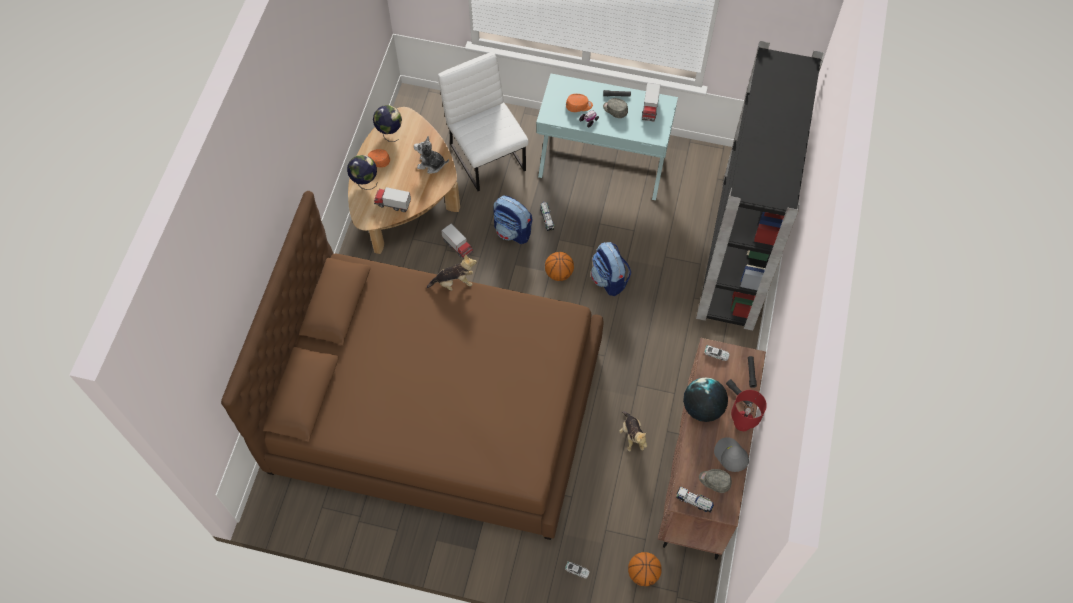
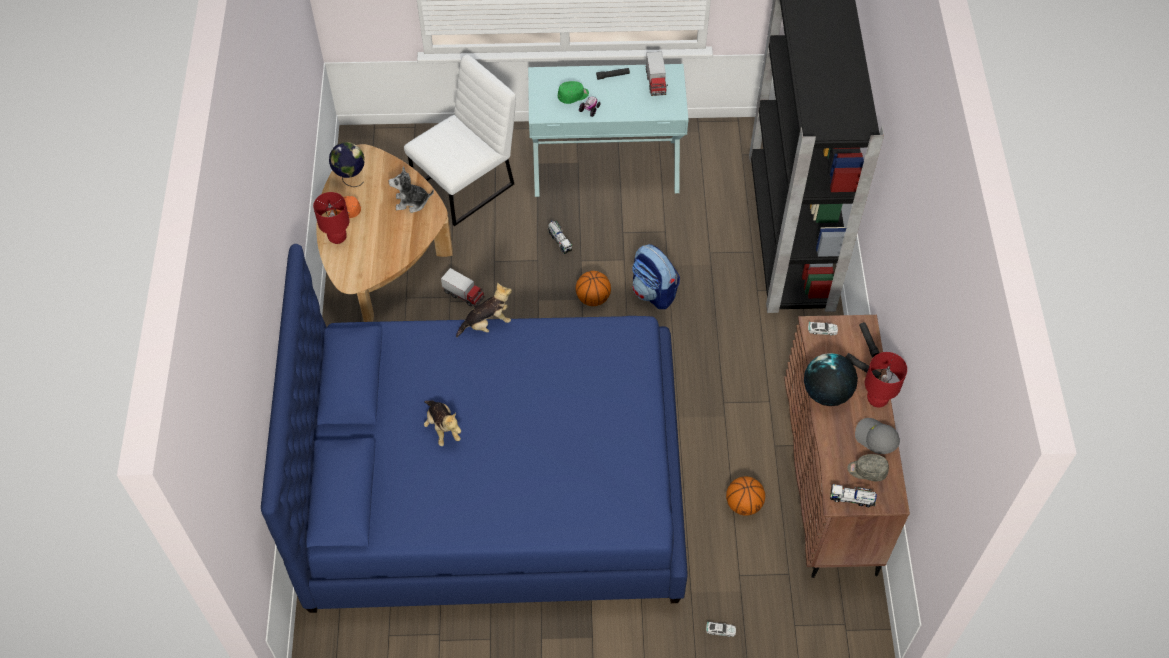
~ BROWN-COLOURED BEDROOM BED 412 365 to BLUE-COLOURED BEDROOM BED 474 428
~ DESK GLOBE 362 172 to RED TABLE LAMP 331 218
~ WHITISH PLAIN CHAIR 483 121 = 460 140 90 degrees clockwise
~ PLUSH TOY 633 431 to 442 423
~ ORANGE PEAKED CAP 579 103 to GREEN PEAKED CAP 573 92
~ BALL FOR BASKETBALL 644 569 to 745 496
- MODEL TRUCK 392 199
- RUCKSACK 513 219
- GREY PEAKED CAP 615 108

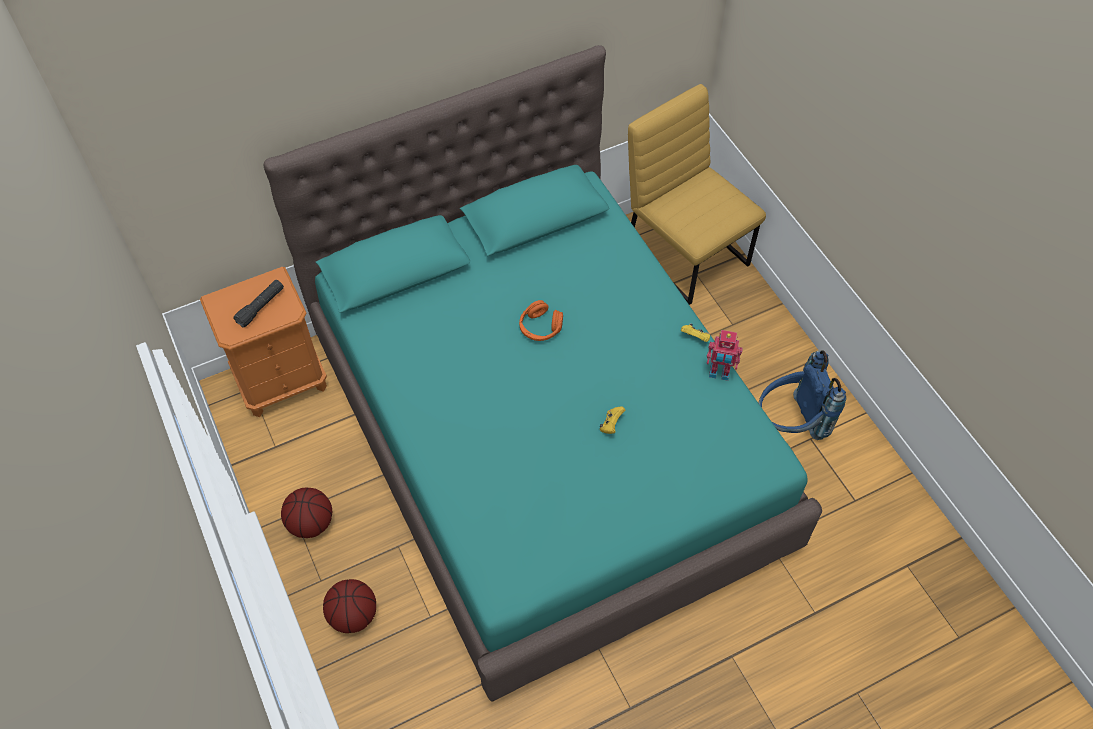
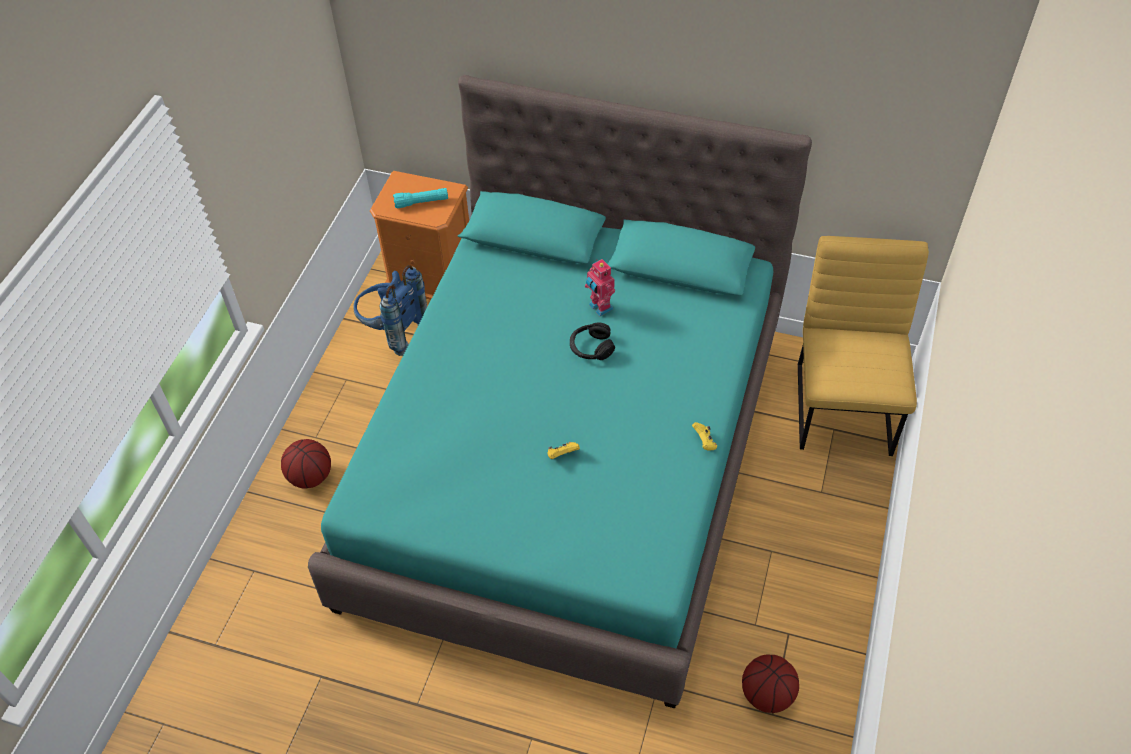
~ BLUE-COLOURED RUCKSACK 802 395 to 390 310
~ BLACK-COLOURED HAND TORCH 258 304 to TURQUOISE HAND TORCH 420 198
~ ORANGE PAIR OF HEADPHONES 541 320 to BLACK-COLOURED PAIR OF HEADPHONES 592 341
~ MODEL ROBOT 725 355 to 600 287
~ BALL FOR BASKETBALL 306 513 to 770 683

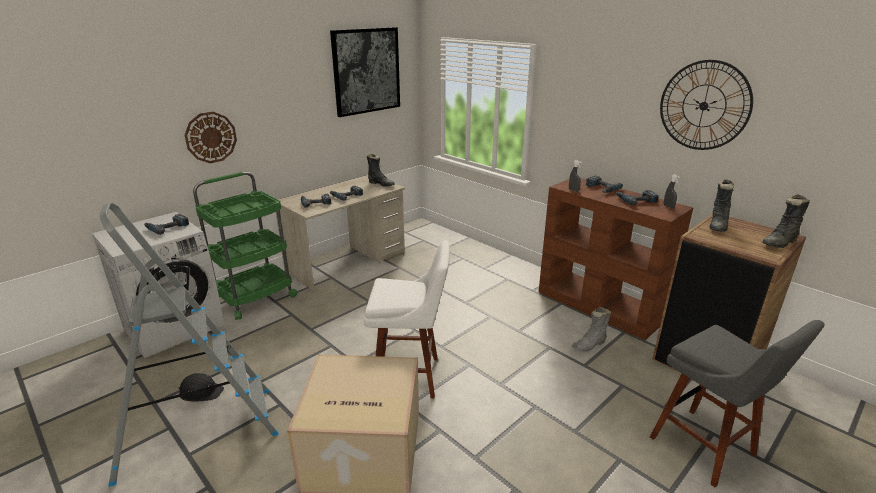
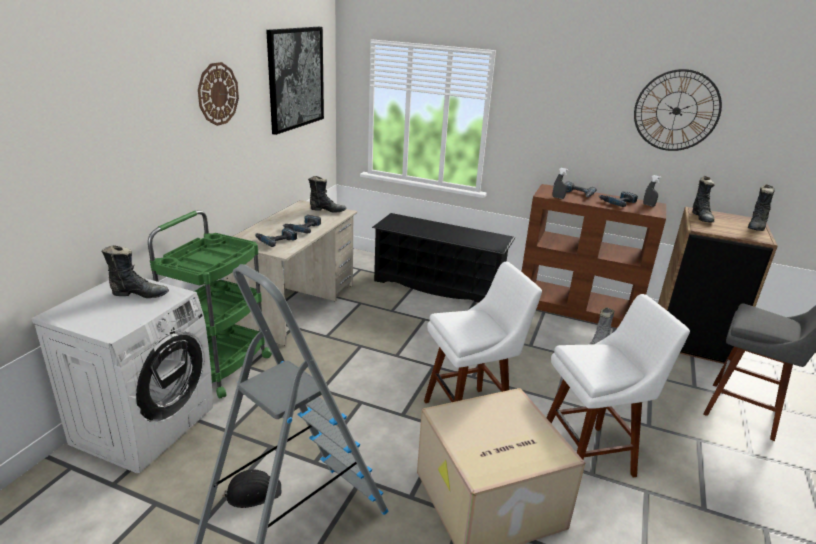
~ DRILL 166 224 to BLACK-COLOURED BOOT 135 271
~ WALL CLOCK 210 137 to 218 94
+ BLACK-COLOURED SHOE RACK 443 257
+ WHITISH STOOL SEAT 618 385

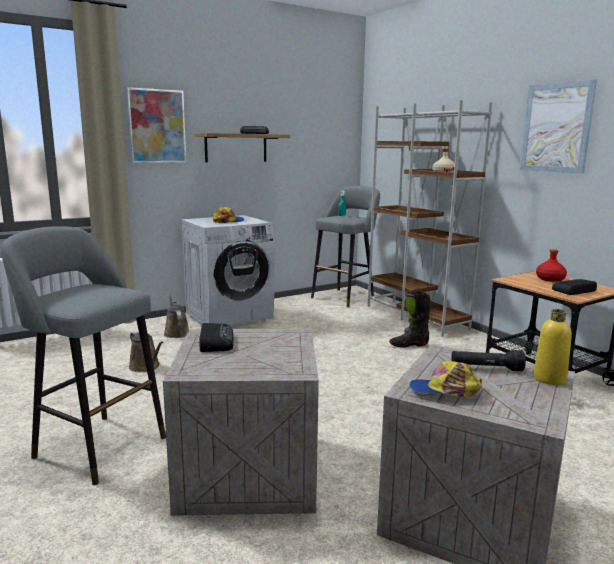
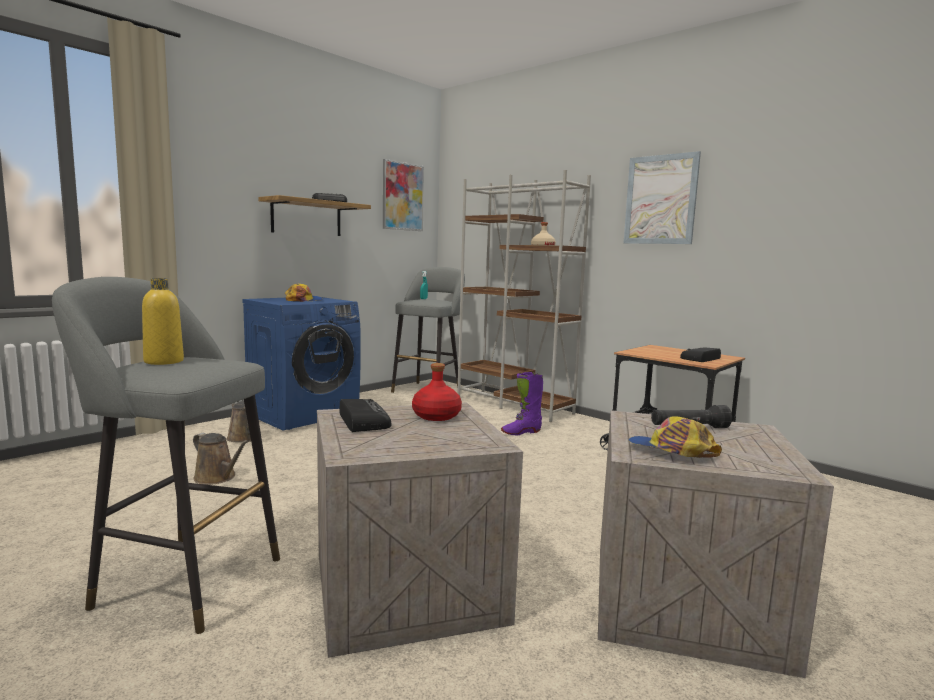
~ YELLOW BOTTLE 552 347 to 163 321
~ WHITISH LAUNDRY APPLIANCE 228 270 to BLUE-COLOURED LAUNDRY APPLIANCE 301 363
~ WALL ART 156 125 to 403 195
~ RED BOTTLE 551 265 to 437 392
~ BLACK-COLOURED BOOT 410 319 to PURPLISH BOOT 522 403
~ PEAKED CAP 445 379 = 675 437 45 degrees clockwise

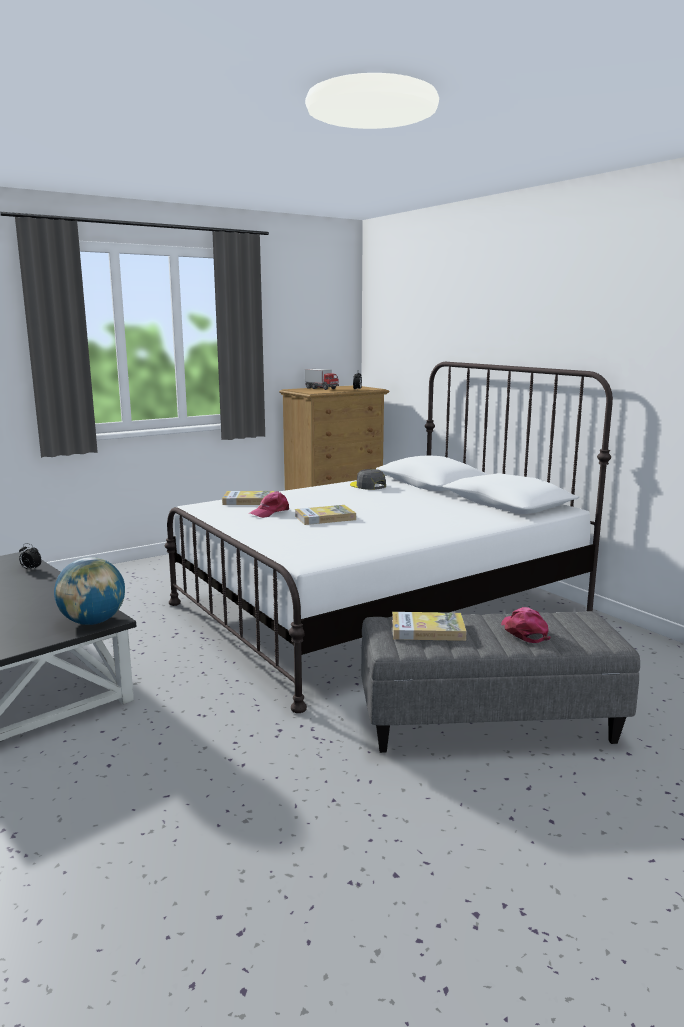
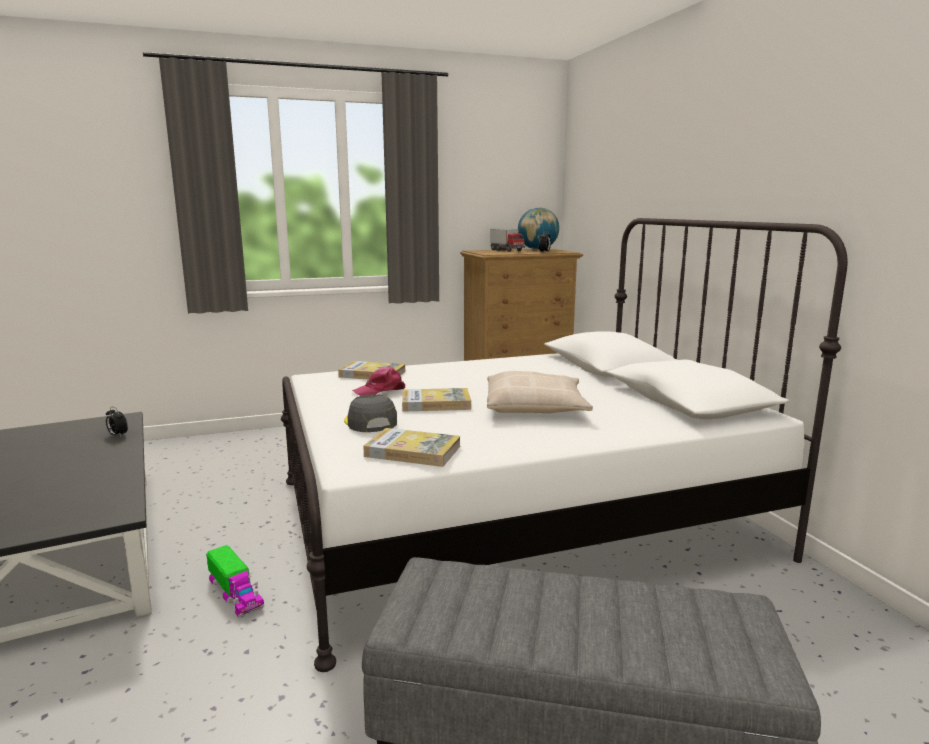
+ MODEL TRUCK 235 581
~ GREY PEAKED CAP 368 479 to 370 413
~ BOOK 429 626 to 411 447
+ SAND-COLOURED THROW PILLOW 540 392
~ DESK GLOBE 89 591 to 538 228
- PINK PEAKED CAP 526 625

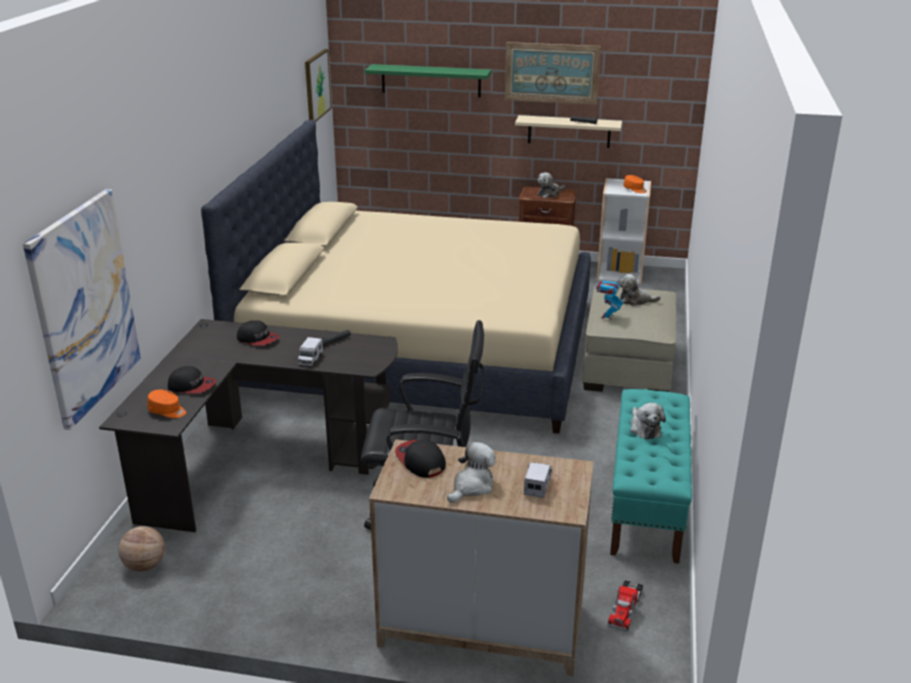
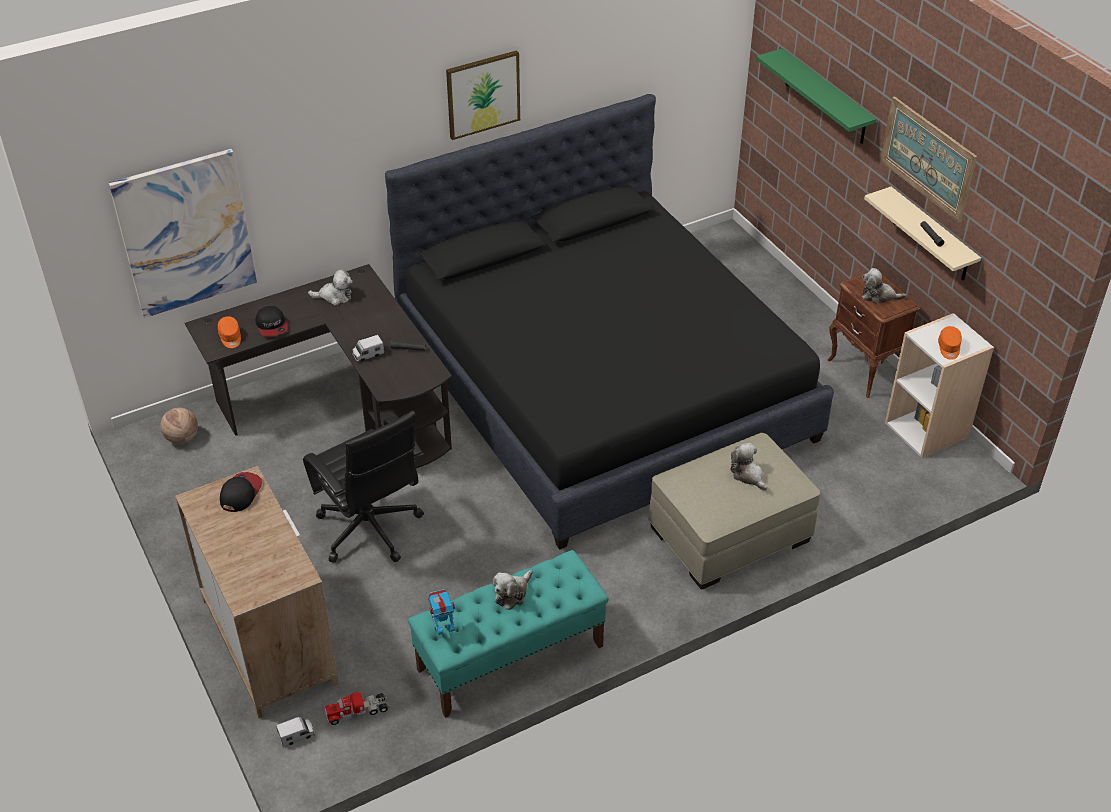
~ MODEL TRUCK 538 480 to 295 732
~ PLUSH TOY 471 472 to 330 287
~ SAND-COLOURED BEDROOM BED 396 277 to BLACK-COLOURED BEDROOM BED 609 322
~ MODEL ROBOT 609 297 to 441 613
~ WALL ART 318 85 to 483 95
- PEAKED CAP 258 333

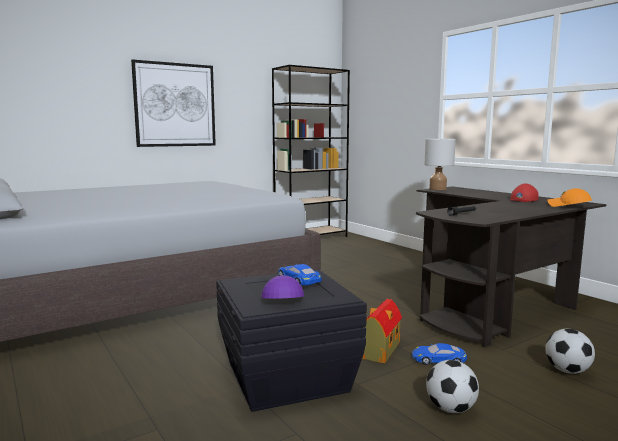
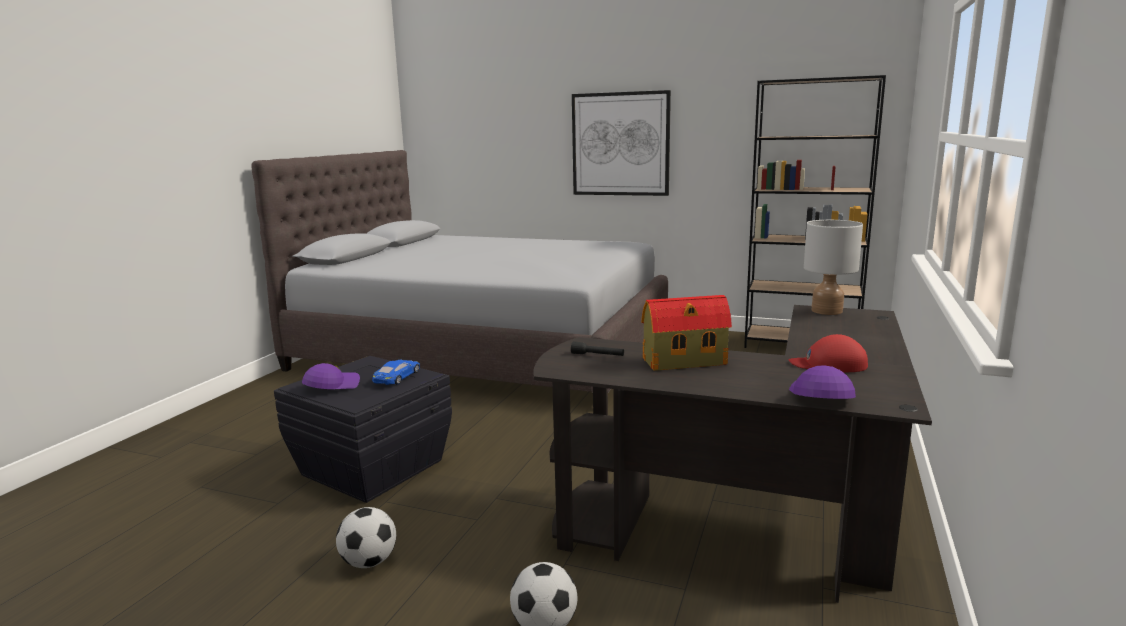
~ MINIATURE HOUSE 382 331 to 686 333
~ ORANGE PEAKED CAP 569 197 to PURPLISH PEAKED CAP 822 382
- BLUE-COLOURED MINIATURE CAR 439 354

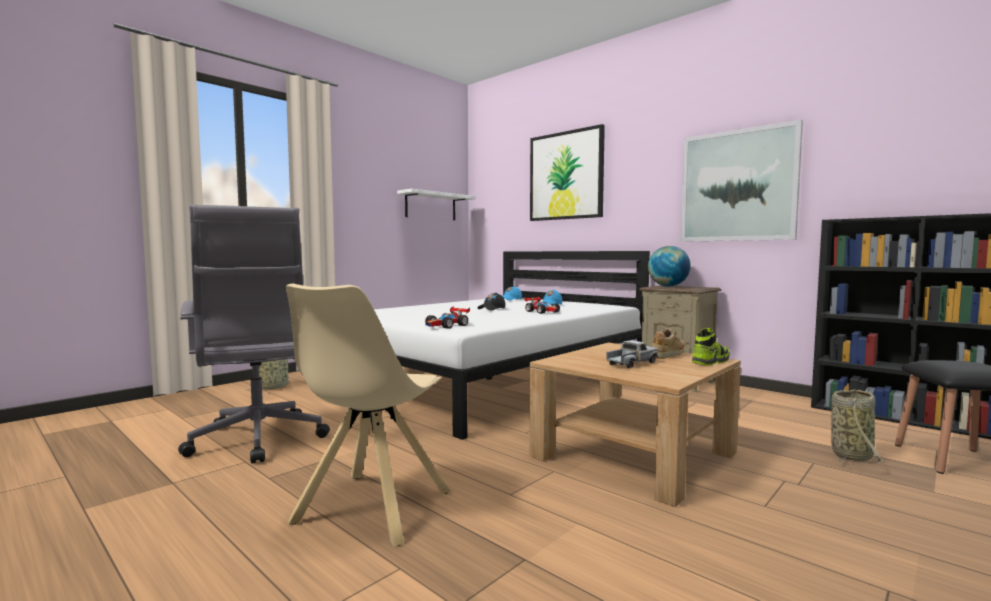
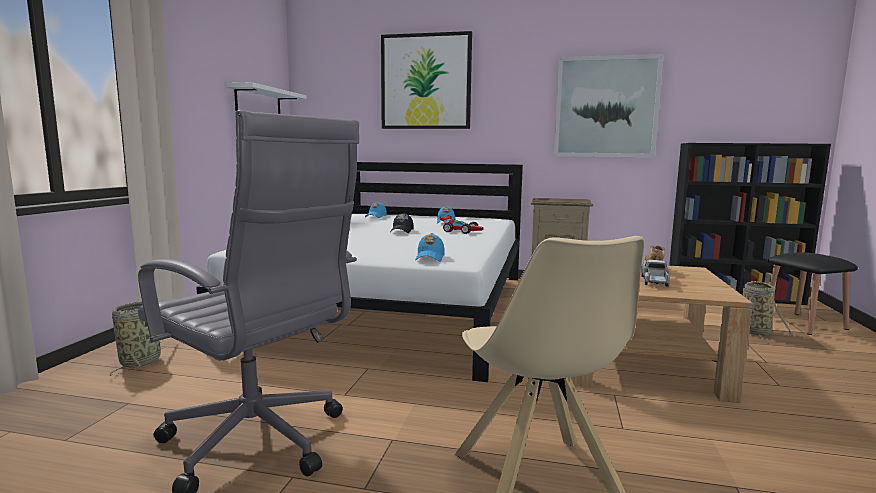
~ MINIATURE CAR 447 317 to BLUE-COLOURED PEAKED CAP 430 247
- DESK GLOBE 669 266
- LOW SHOE 711 346

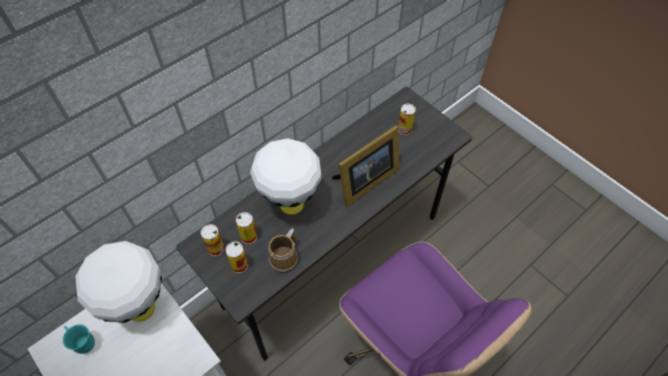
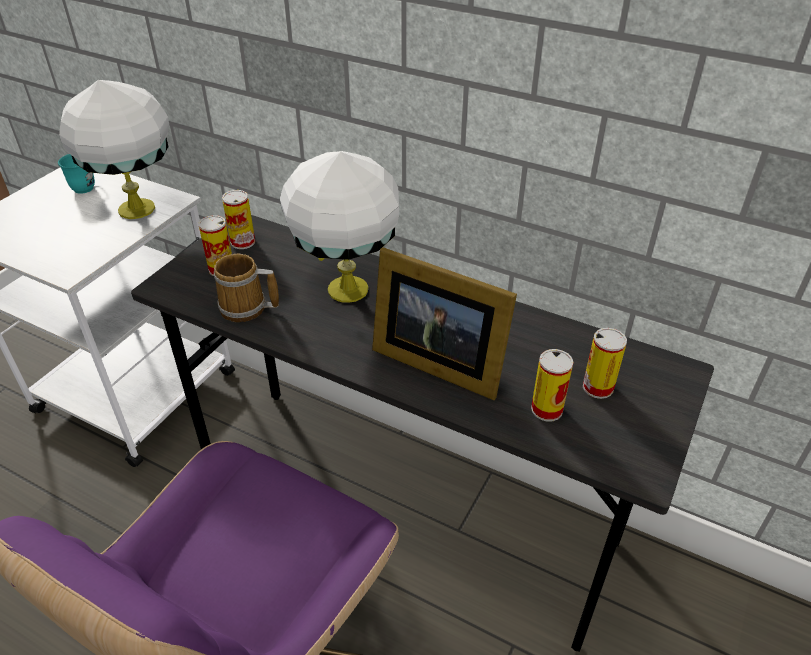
~ SEALED CAN 246 228 to 552 385

